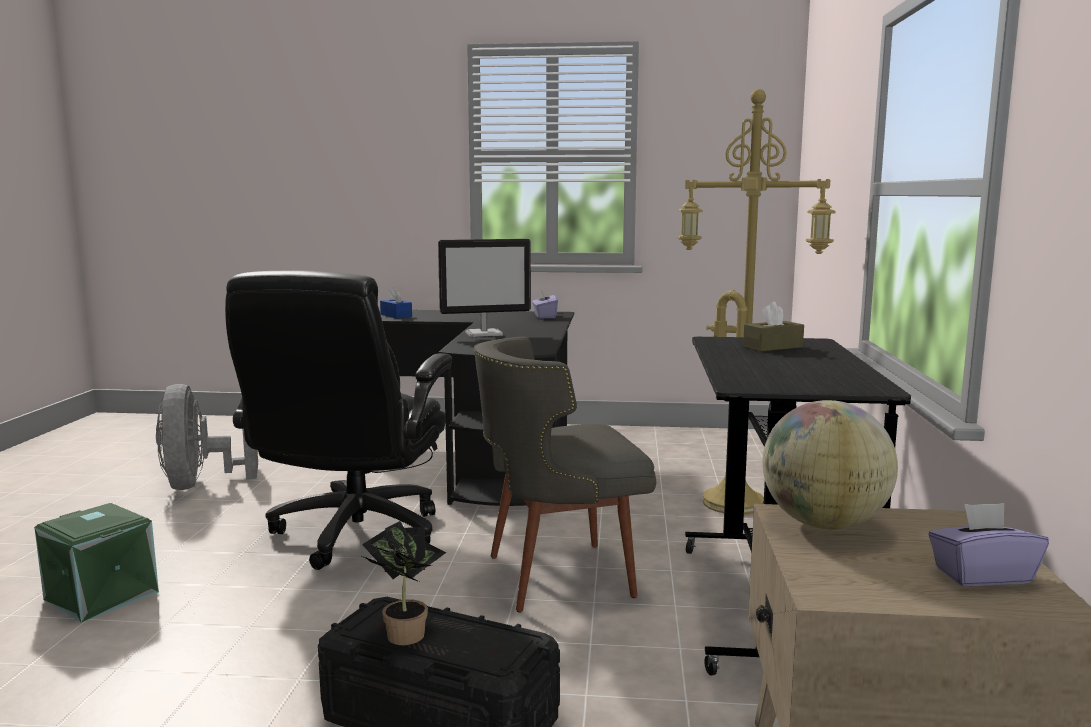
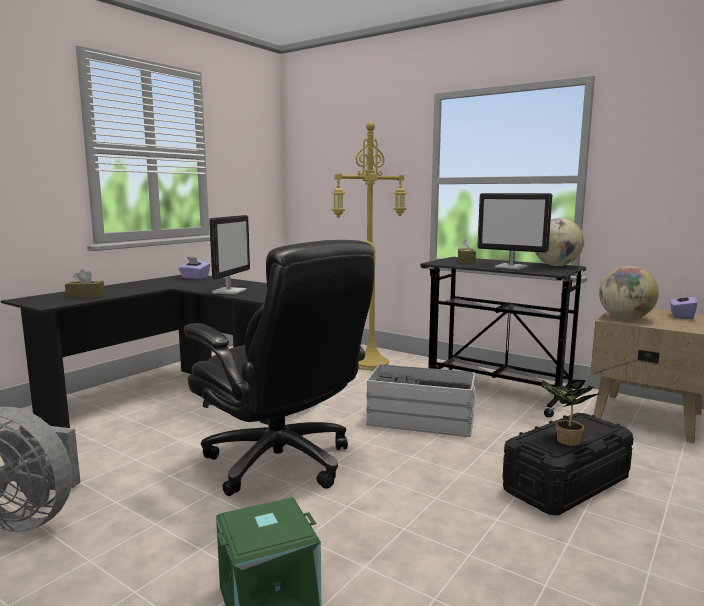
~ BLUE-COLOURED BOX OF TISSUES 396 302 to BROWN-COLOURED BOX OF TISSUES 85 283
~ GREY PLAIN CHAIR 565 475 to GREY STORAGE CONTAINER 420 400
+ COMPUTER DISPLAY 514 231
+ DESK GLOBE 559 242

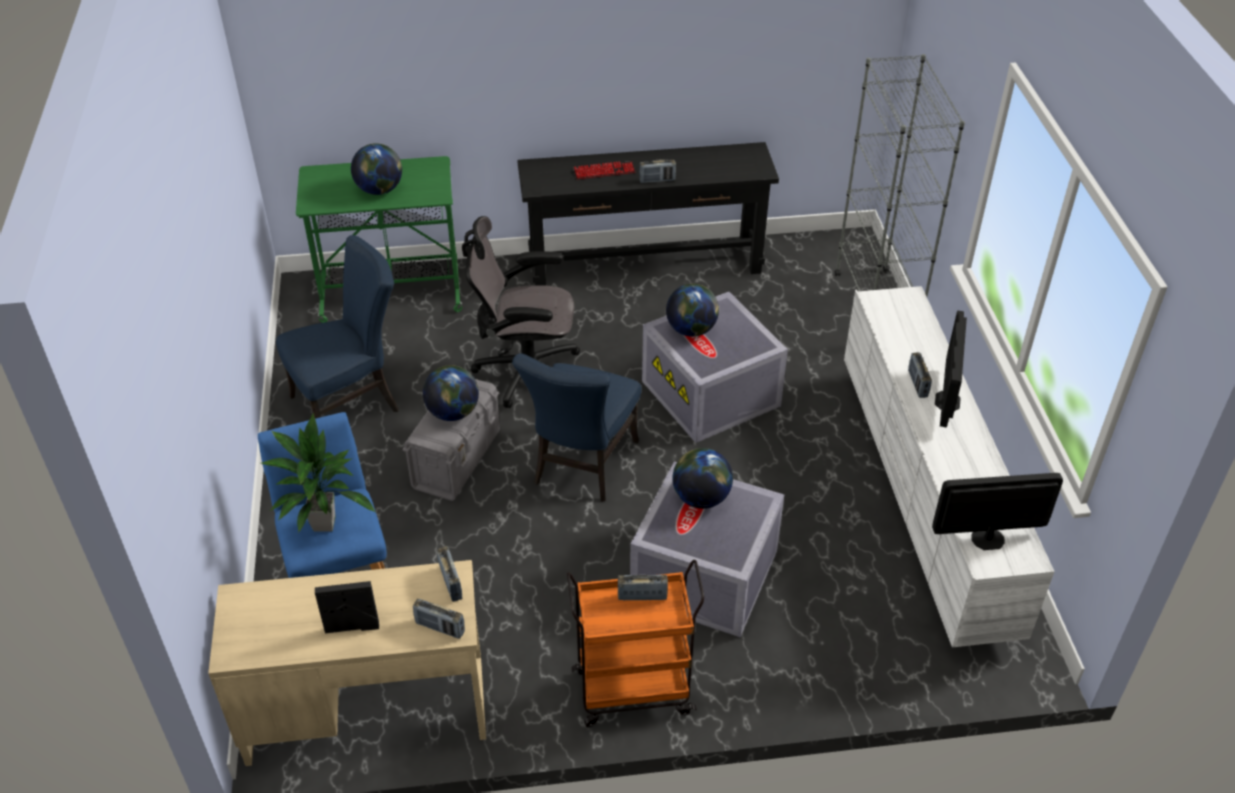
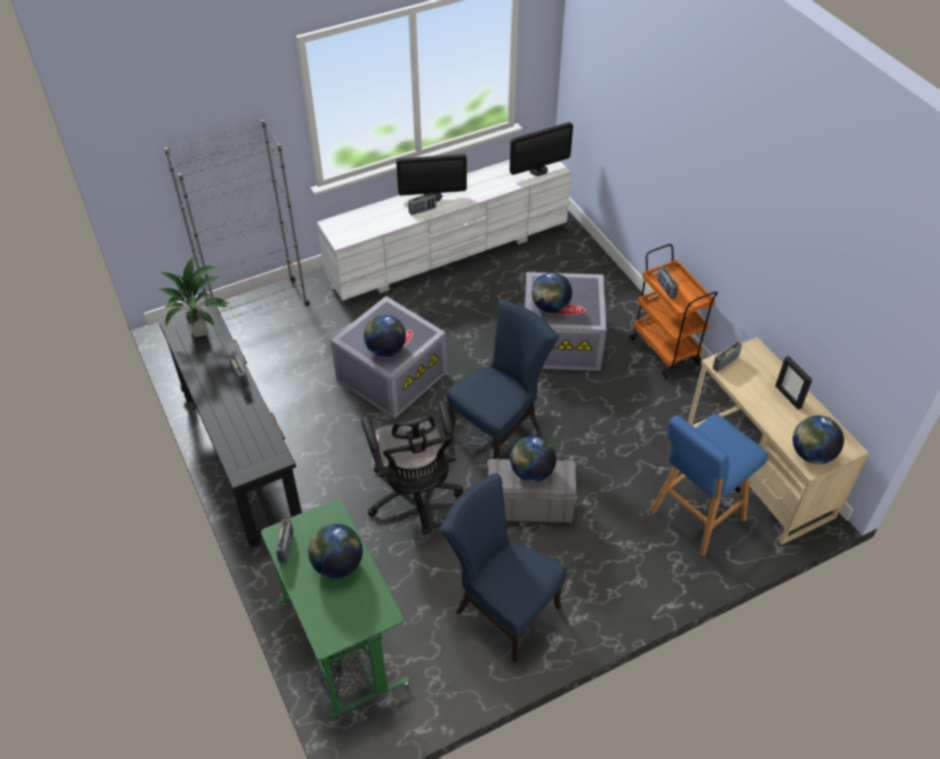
~ POTTED PLANT 318 472 to 194 297
~ RADIO 439 619 to 284 540
~ BLUE-COLOURED PLAIN CHAIR 577 427 = 502 379 45 degrees counterclockwise
~ COMPUTER DISPLAY 997 511 = 541 149 90 degrees counterclockwise
+ DESK GLOBE 818 439
- COMPUTER KEYBOARD 604 170

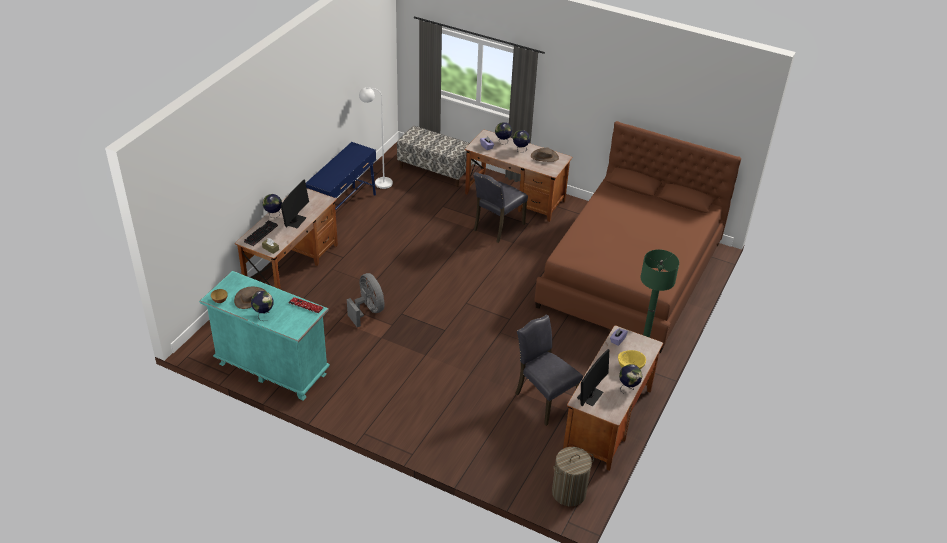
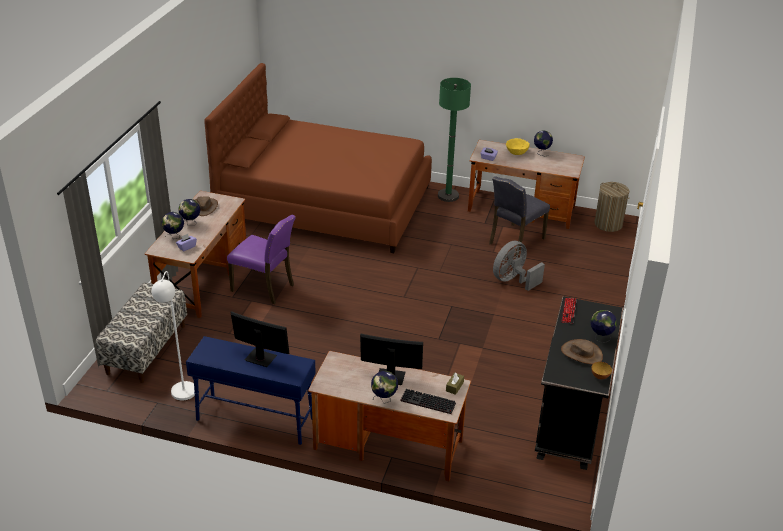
~ GREY PLAIN CHAIR 500 207 to PURPLISH PLAIN CHAIR 261 259
~ COMPUTER DISPLAY 593 377 to 259 339
~ GREY COOLING FAN 366 300 to 519 266
~ TURQUOISE DRESSER 264 336 to BLACK-COLOURED DRESSER 579 383

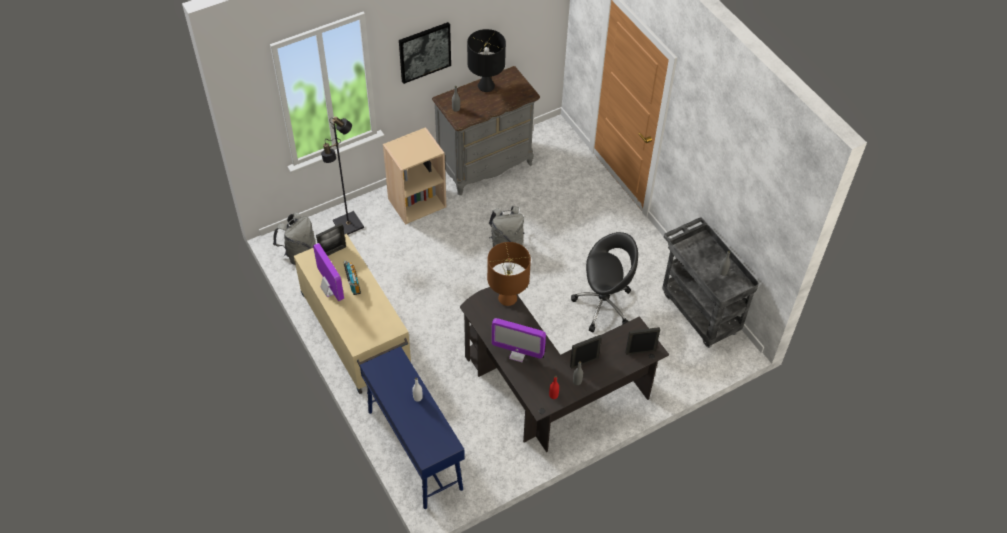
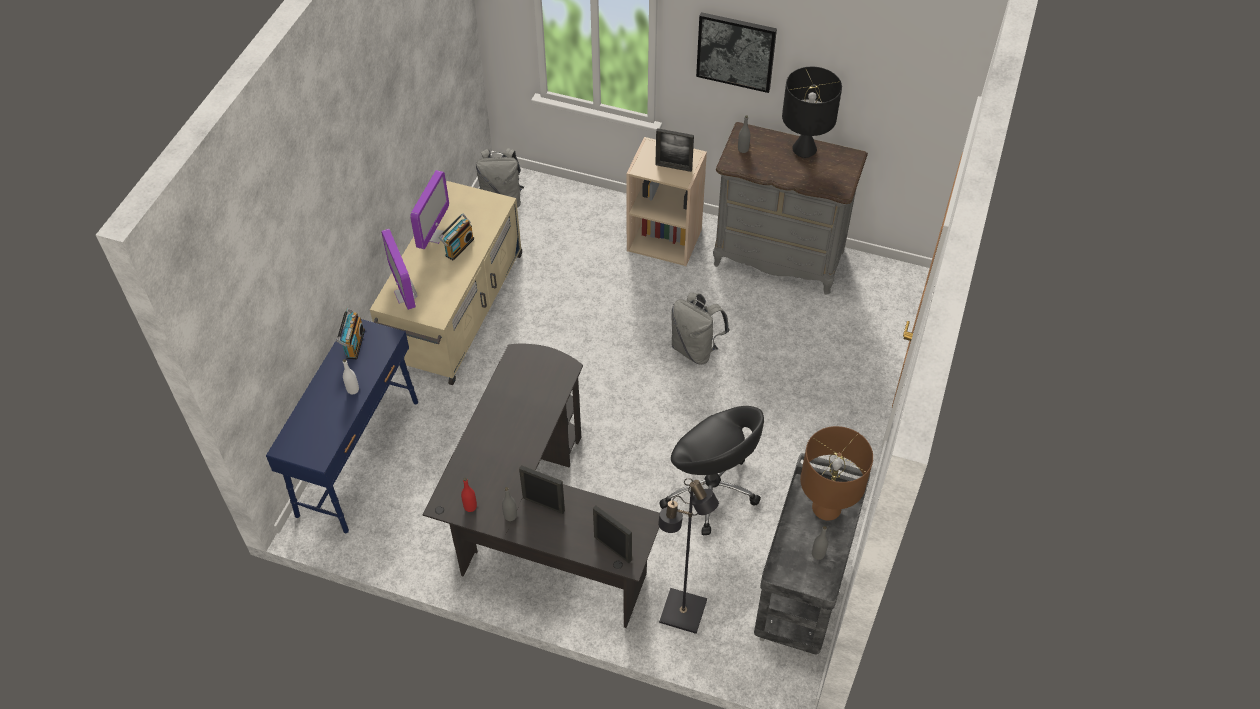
+ RADIO 351 333
~ COMPUTER DISPLAY 518 340 to 399 269
~ PHOTO FRAME 331 239 to 674 150
~ BLACK-COLOURED FLOOR LAMP 342 175 to 688 556
~ BROWN-COLOURED TABLE LAMP 509 274 to 836 473

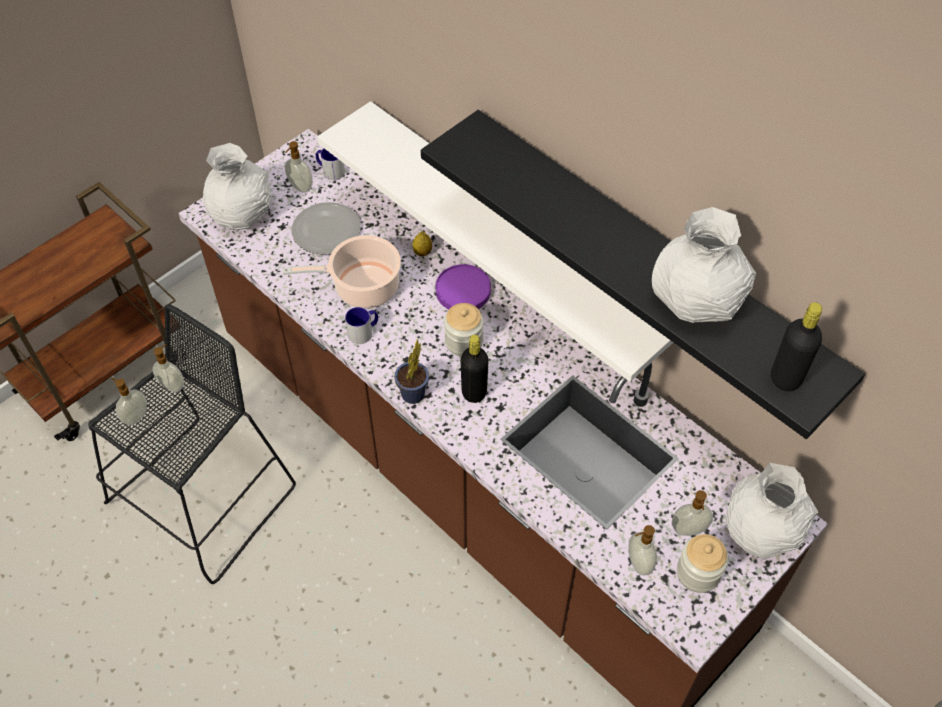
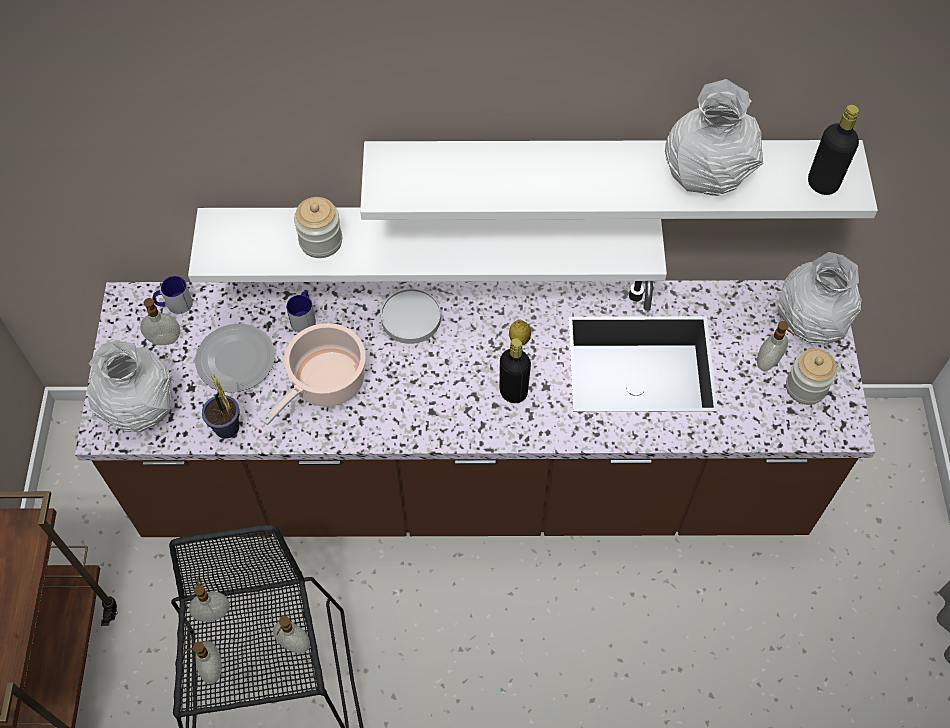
~ POTTED PLANT 411 371 to 221 406
~ SOAP DISPENSER 642 550 to 291 634
~ COFFEE MUG 361 325 to 301 312
~ PRESERVE JAR 464 329 to 318 227
~ BLACK-COLOURED BRACKET SHELF 643 274 to WHITISH BRACKET SHELF 619 180
~ PURPLISH FLAT DISH 463 286 to WHITISH FLAT DISH 411 316
~ LEMON 422 243 to 520 332

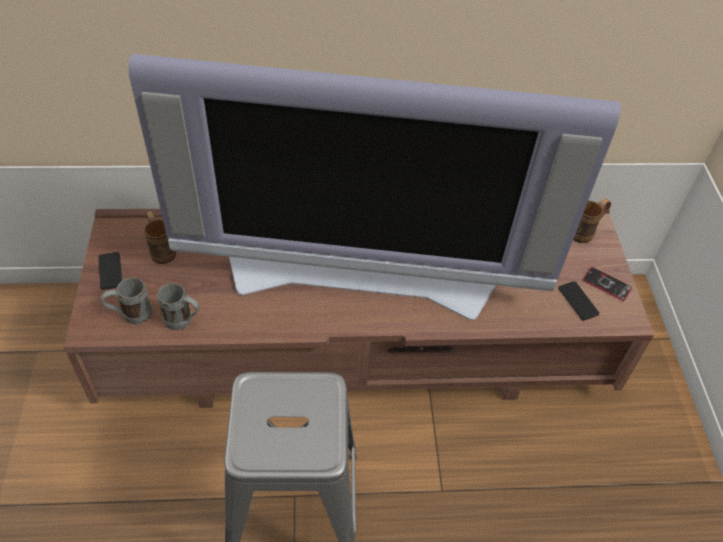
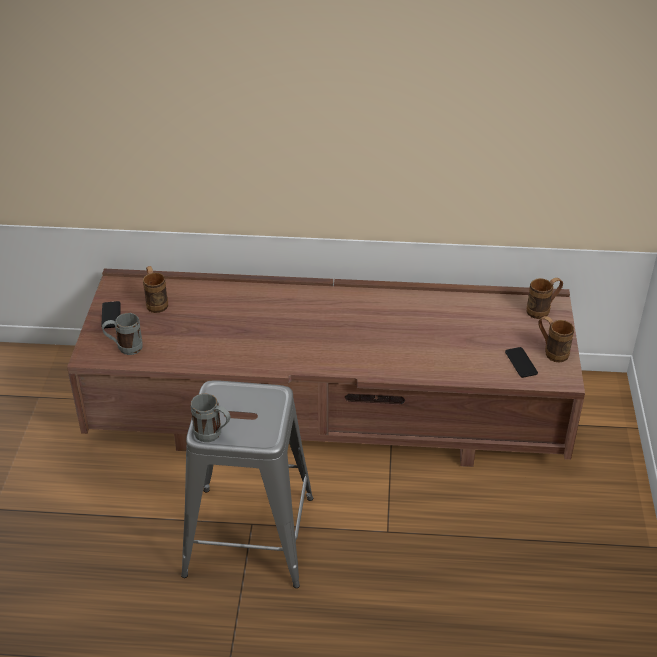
~ GREY COFFEE MUG 178 306 to 210 417
~ HANDSET 607 284 to BROWN-COLOURED COFFEE MUG 556 339
- TELEVISION 374 187

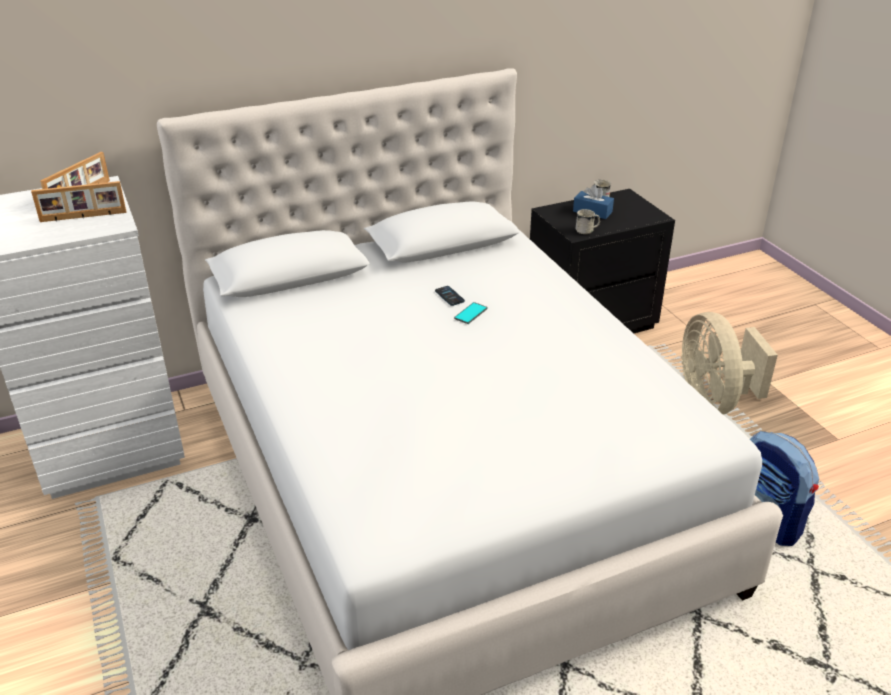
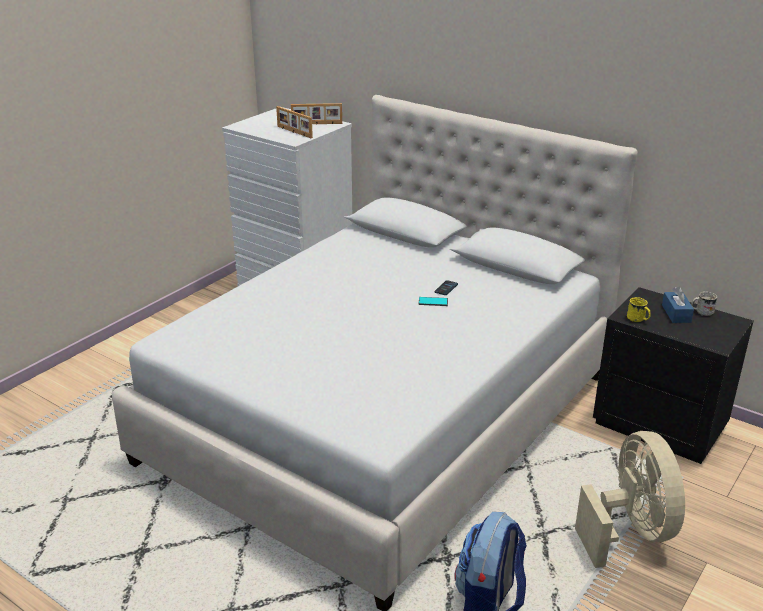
~ SAND-COLOURED COOLING FAN 729 363 = 630 499 120 degrees clockwise
~ WHITISH COFFEE MUG 587 221 to YELLOW COFFEE MUG 639 309

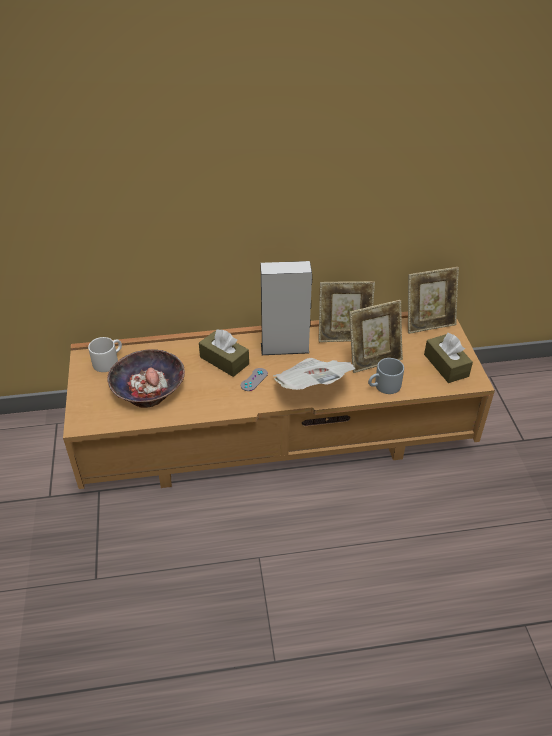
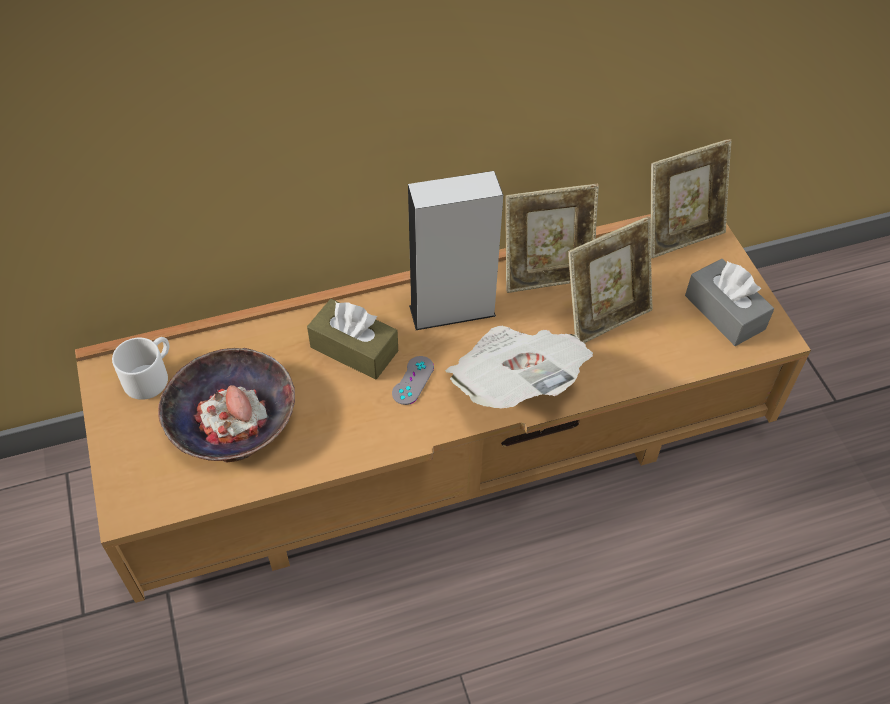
~ BROWN-COLOURED BOX OF TISSUES 448 357 to GREY BOX OF TISSUES 729 302
- GREY COFFEE MUG 386 376

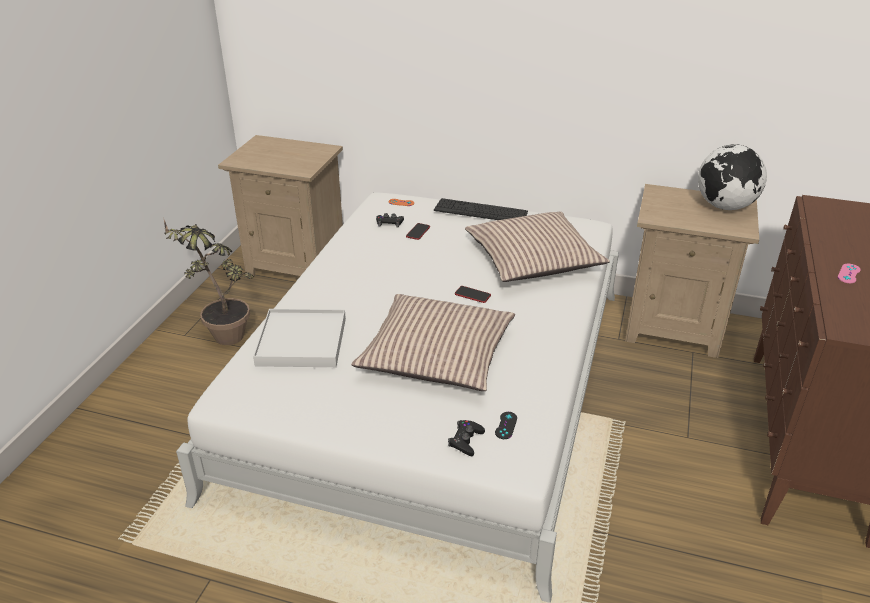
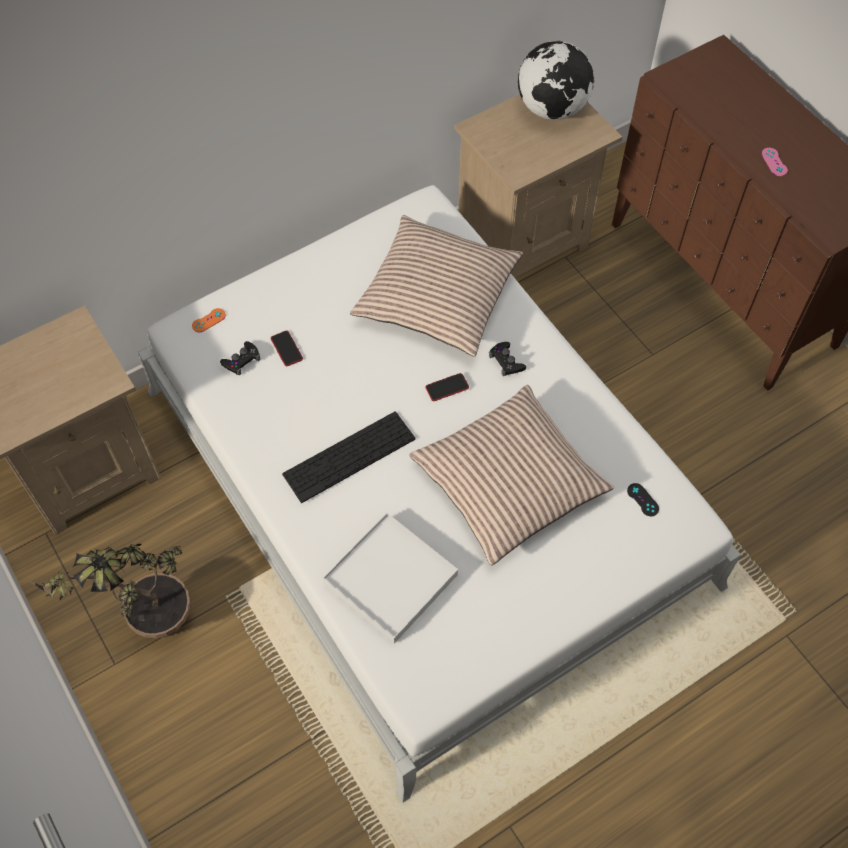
~ COMPUTER KEYBOARD 481 209 to 348 457
~ BLACK-COLOURED GAMEPAD 466 438 to 507 359

